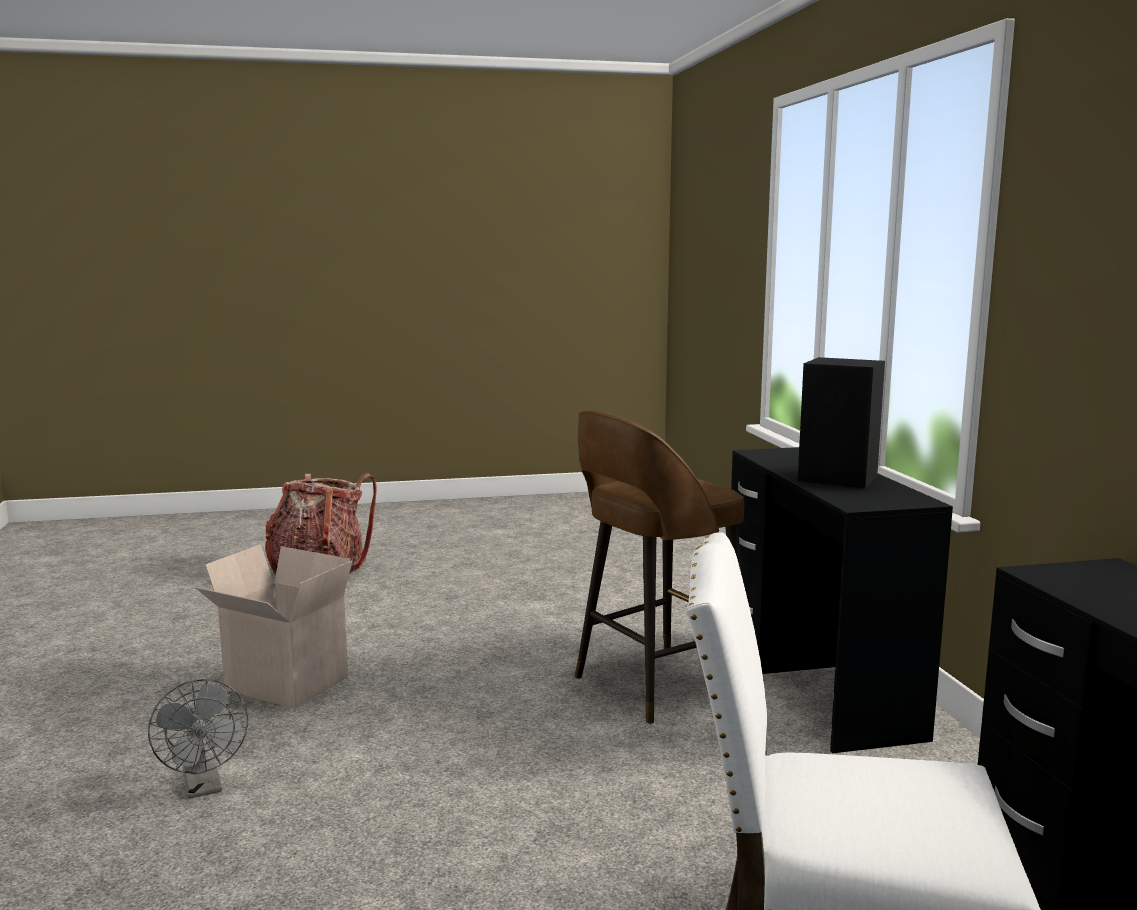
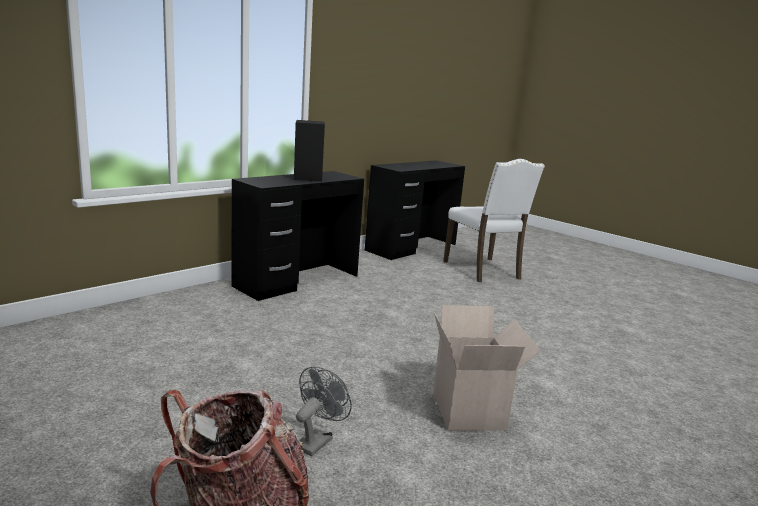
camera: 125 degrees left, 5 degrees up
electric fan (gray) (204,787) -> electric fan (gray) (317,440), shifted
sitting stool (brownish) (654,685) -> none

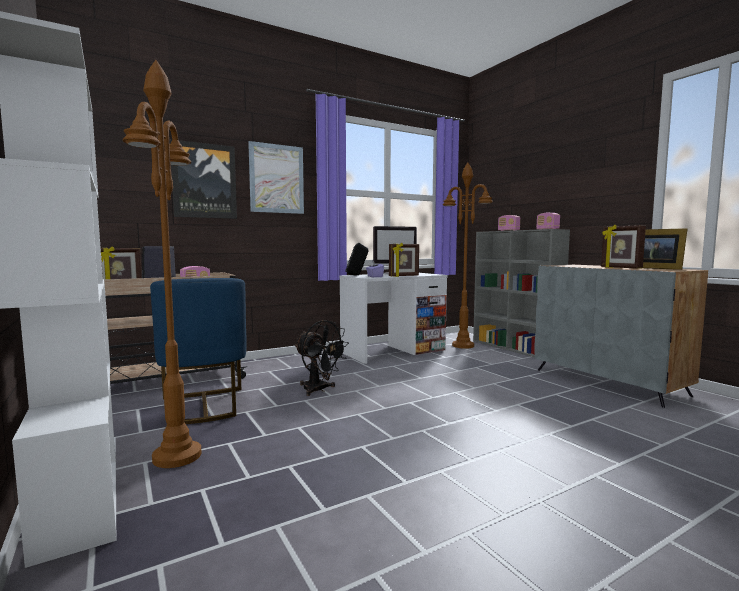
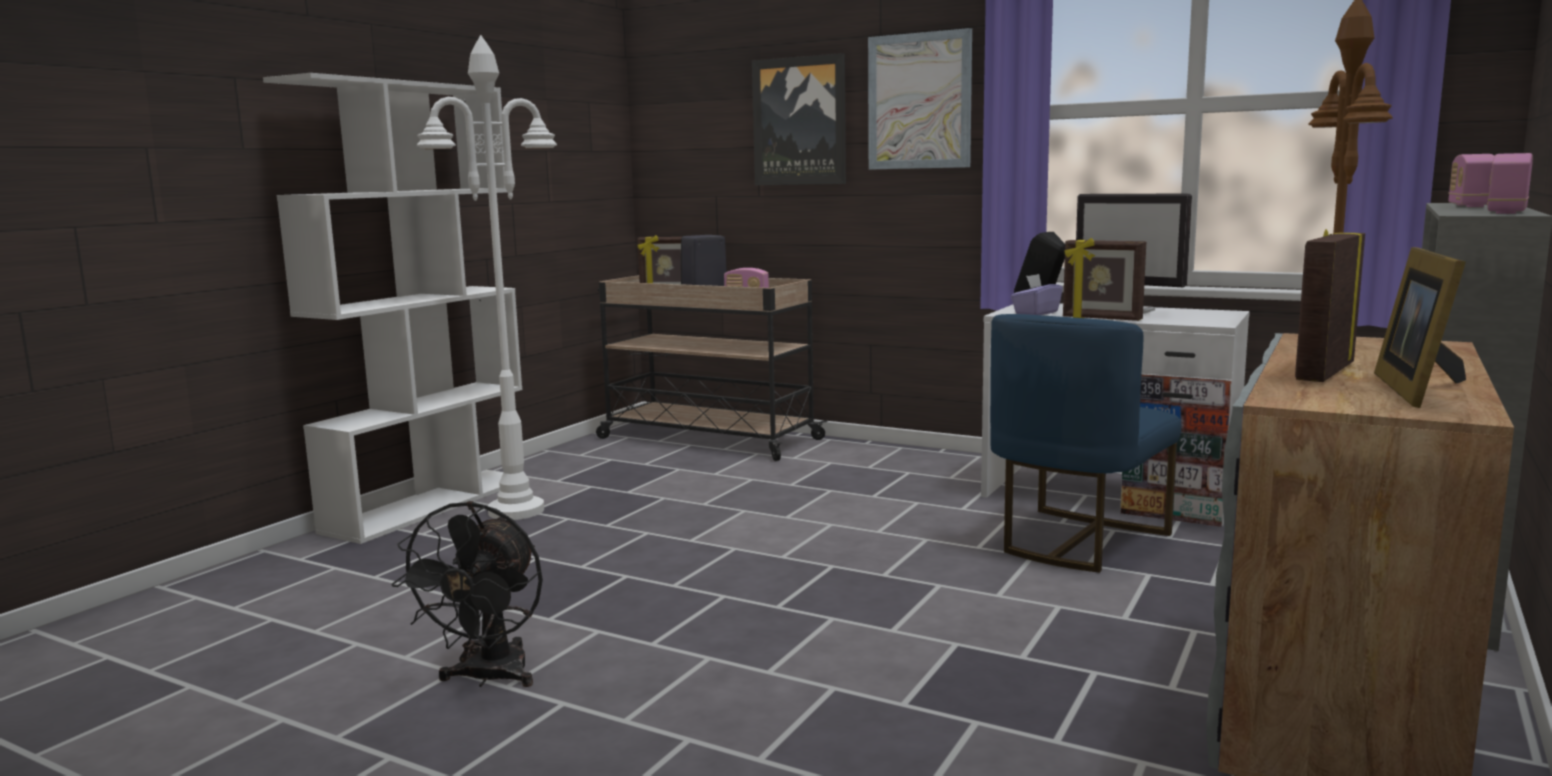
camera: 60 degrees right, 5 degrees up
electric fan (black-coloured) (319,390) -> electric fan (black-coloured) (488,678), shifted
standing lamp (brownish) (177,456) -> standing lamp (white-coloured) (517,511)
upright chair (bluish) (204,406) -> upright chair (bluish) (1077,541), shifted

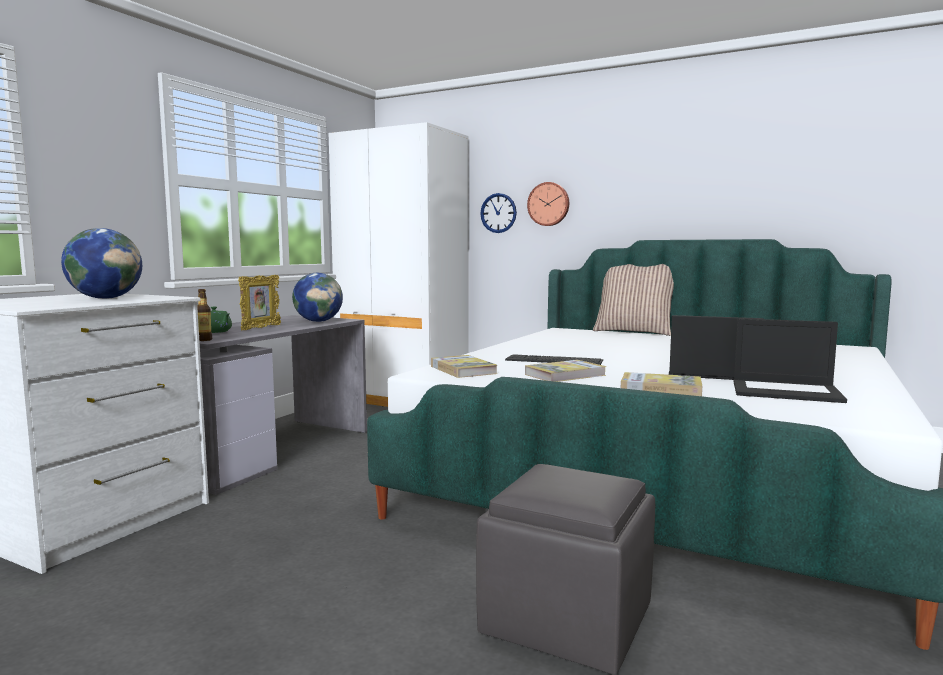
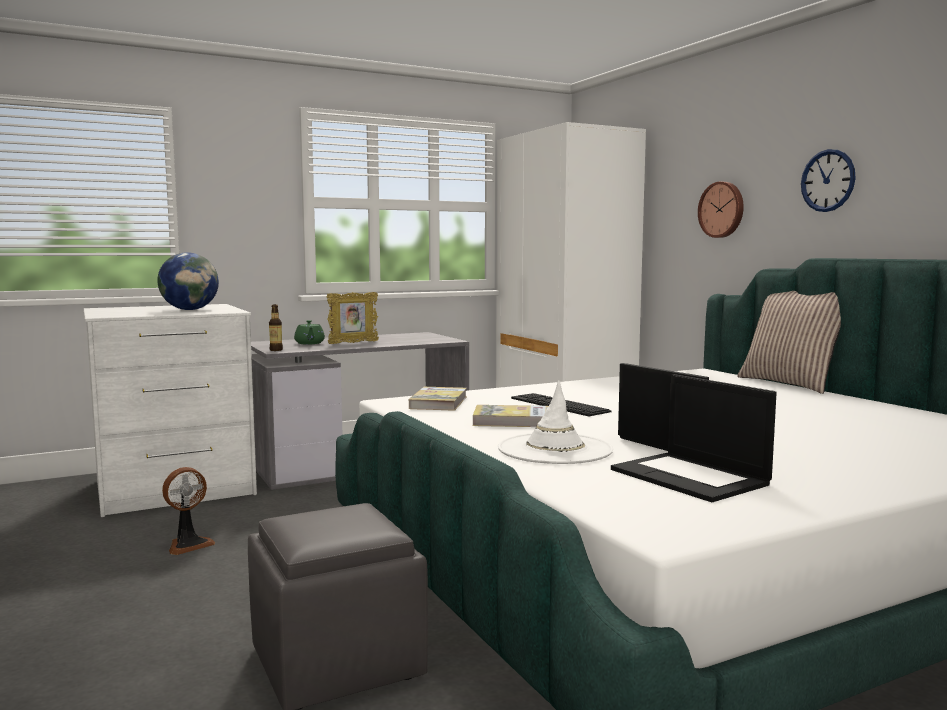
camera: 35 degrees right, 0 degrees up
none -> electric fan (188,545)
volume (661,389) -> hat (white-coloured) (554,449)
hanging clock (498,213) -> hanging clock (828,180), shifted
desk globe (318,321) -> none

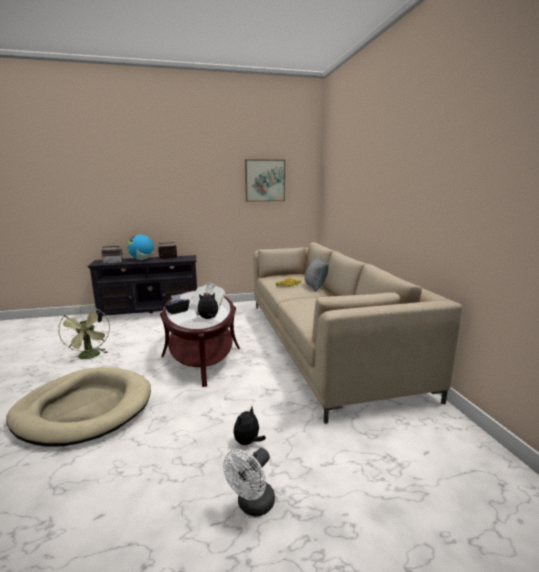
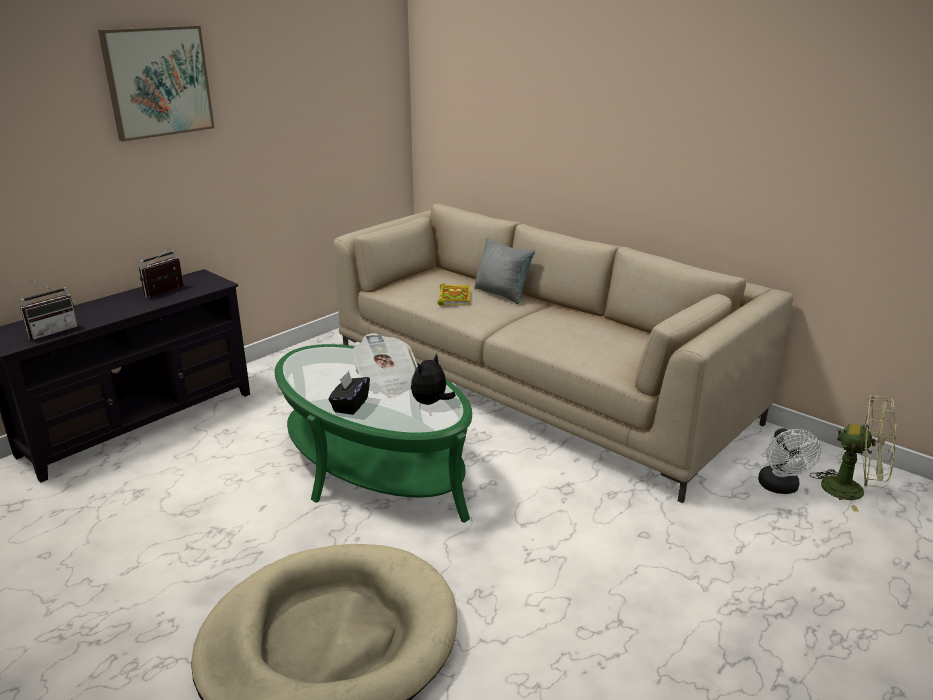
camera: 35 degrees left, 10 degrees up
wall picture (265,180) -> wall picture (158,82), shifted
low table (brownish) (201,352) -> low table (greenish) (373,467)
electric fan (white-coloured) (252,506) -> electric fan (white-coloured) (780,488), shifted
electric fan (greenish) (90,357) -> electric fan (greenish) (852,491), shifted
desk globe (142,259) -> none
plush toy (248,442) -> none

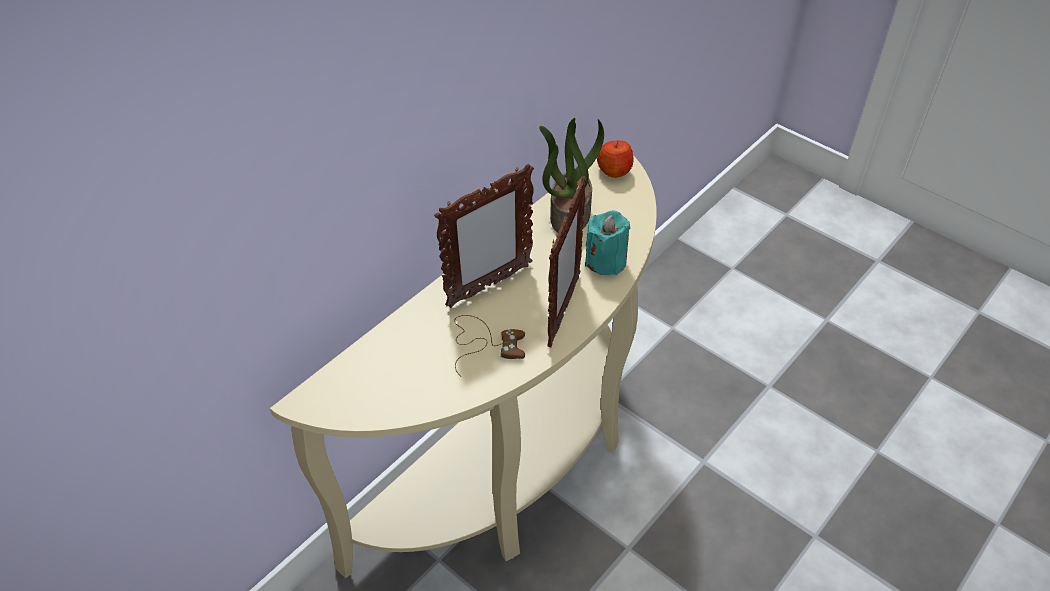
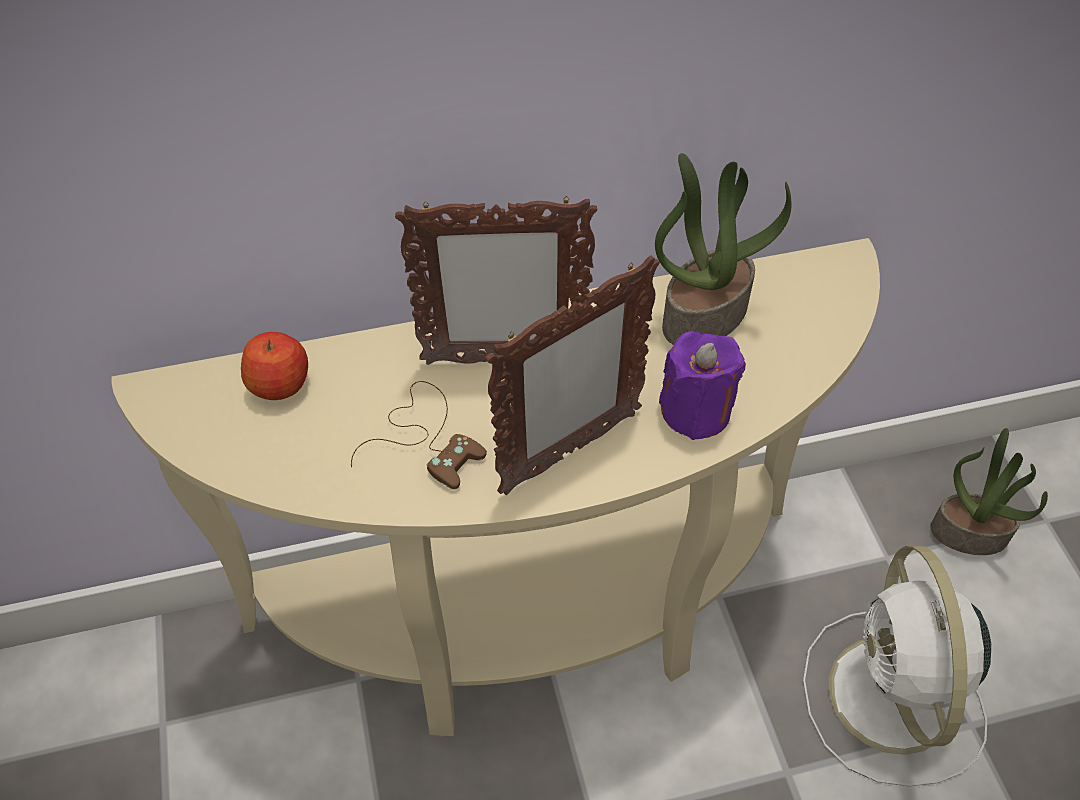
camera: 35 degrees right, 5 degrees up
whole apple (614,170) -> whole apple (280,383), shifted
wax light (turquoise) (605,261) -> wax light (purple-coloured) (696,411)
none -> electric fan (white-coloured) (891,700)
none -> plant in a pot (969,533)

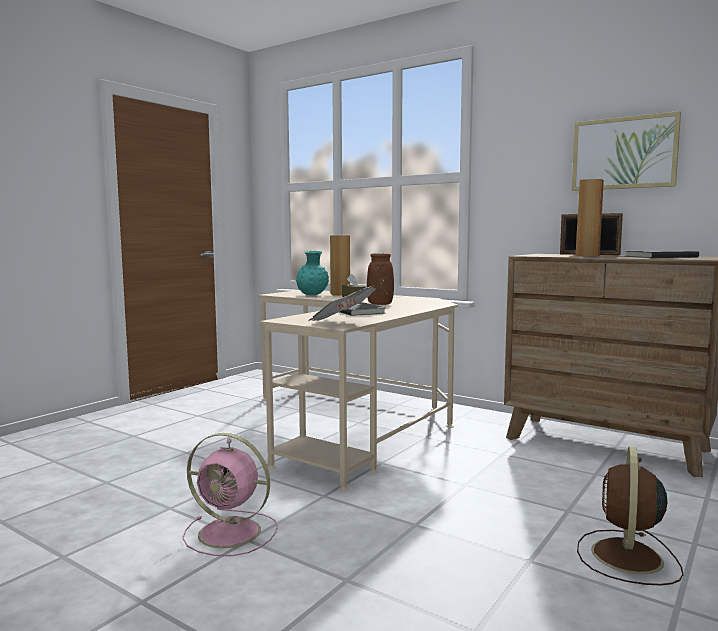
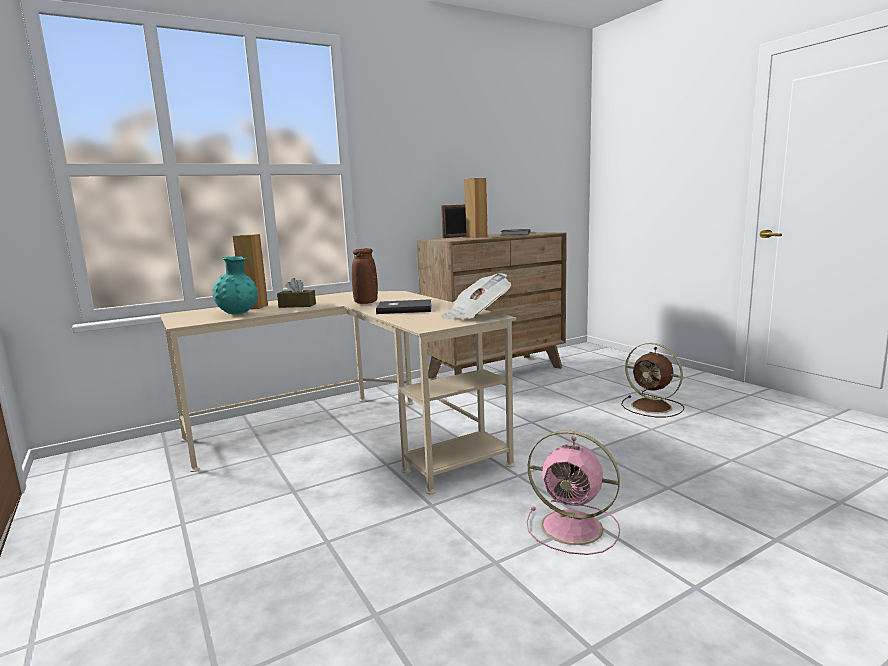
camera: 65 degrees left, 5 degrees up
electric fan (pinkish) (232,533) -> electric fan (pinkish) (574,528), 75 degrees clockwise
wall picture (624,153) -> none

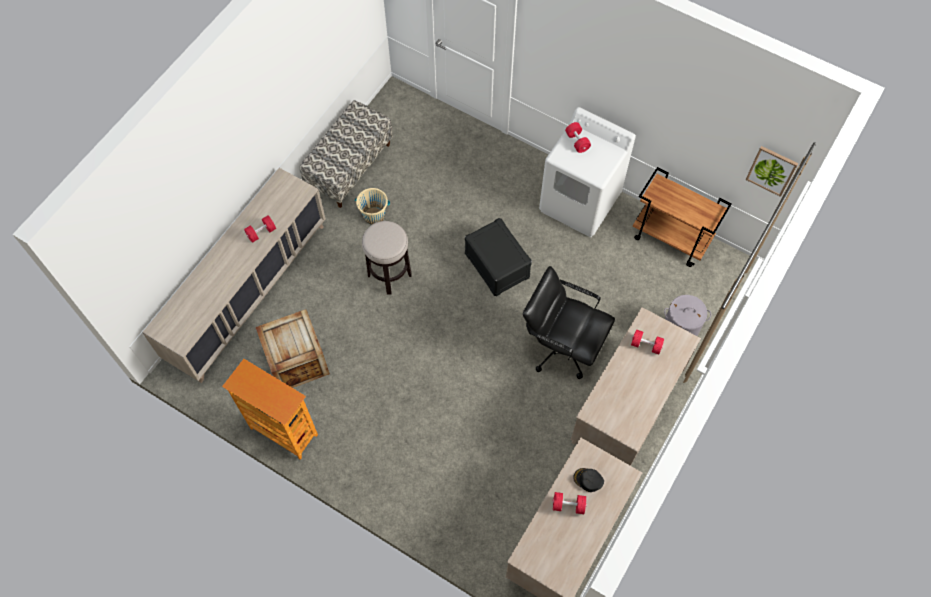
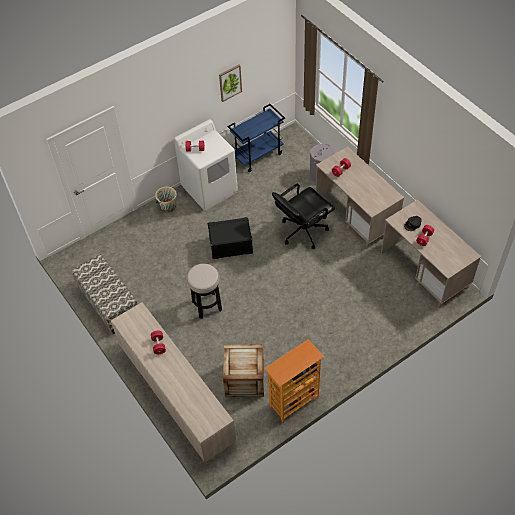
camera: 65 degrees left, 10 degrees down
water bucket (beige) (374,215) -> water bucket (beige) (168,207), shifted
wall picture (771,170) -> wall picture (230,82), shifted
cart (brownish) (671,238) -> cart (bluish) (258,155)

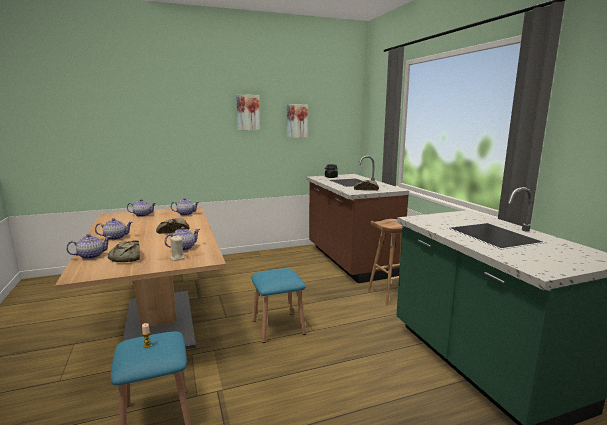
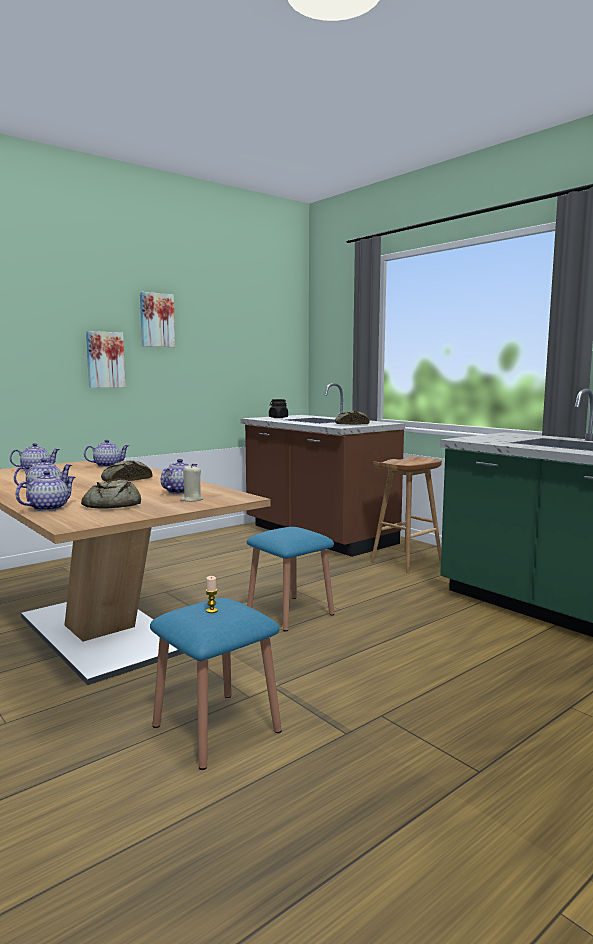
camera: 20 degrees left, 5 degrees down
wall picture (296,120) -> wall picture (105,359), shifted

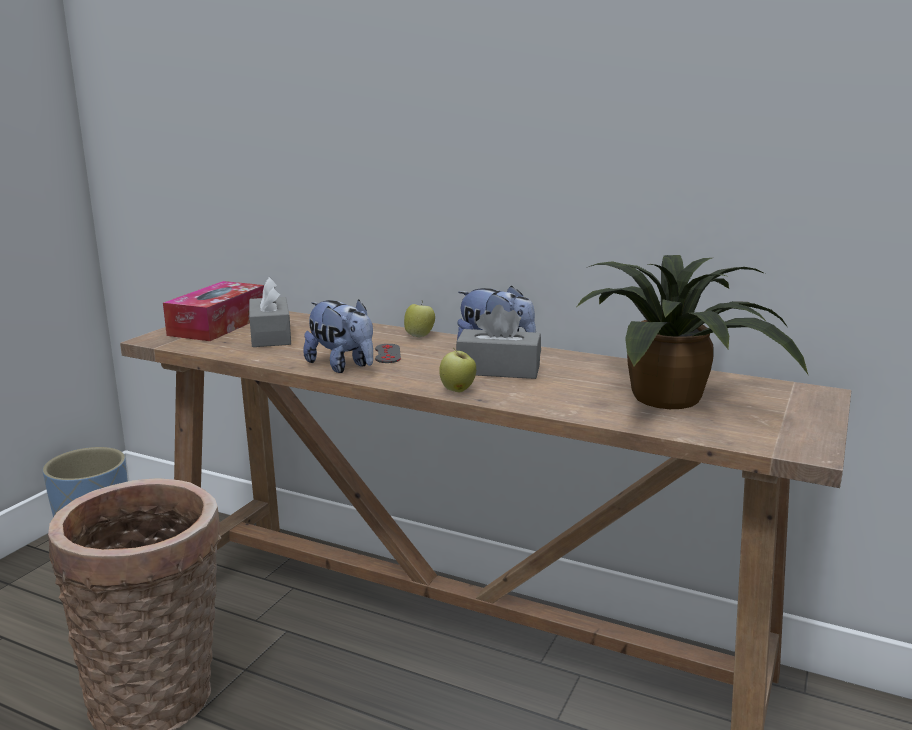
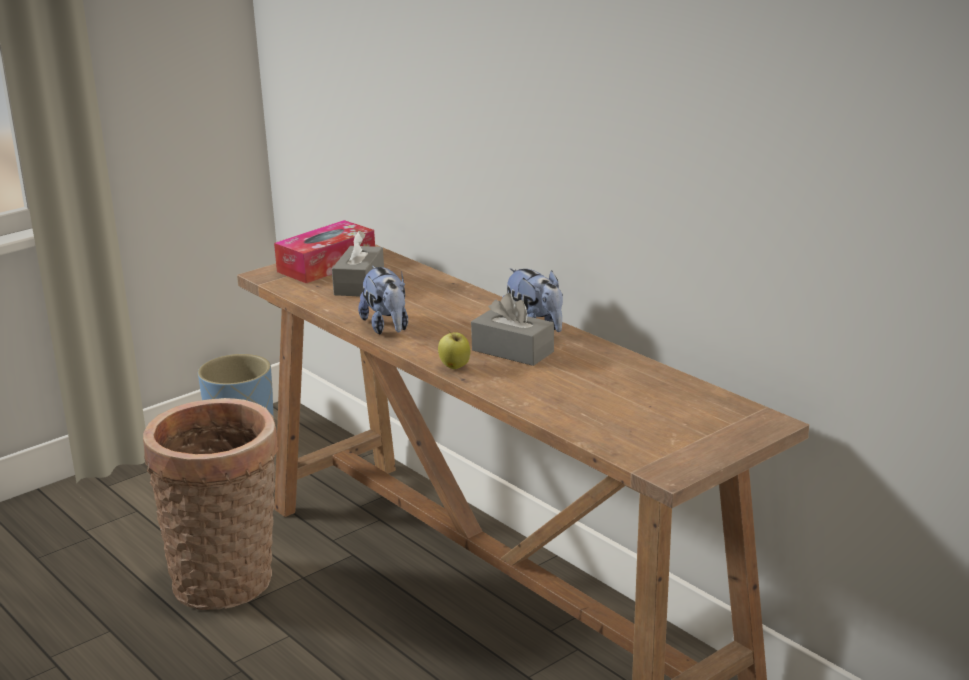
camera: 25 degrees right, 5 degrees up
game controller (gray) (387,354) -> none
whole apple (420,336) -> none
plant in a pot (673,399) -> none

